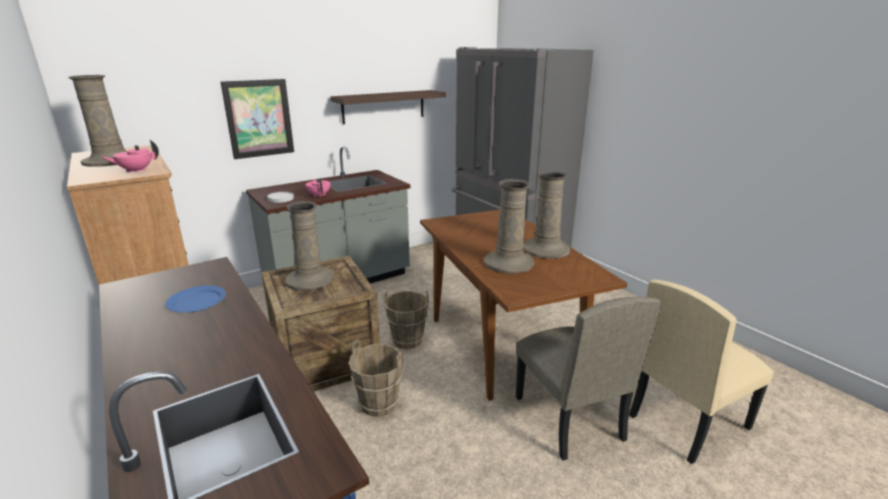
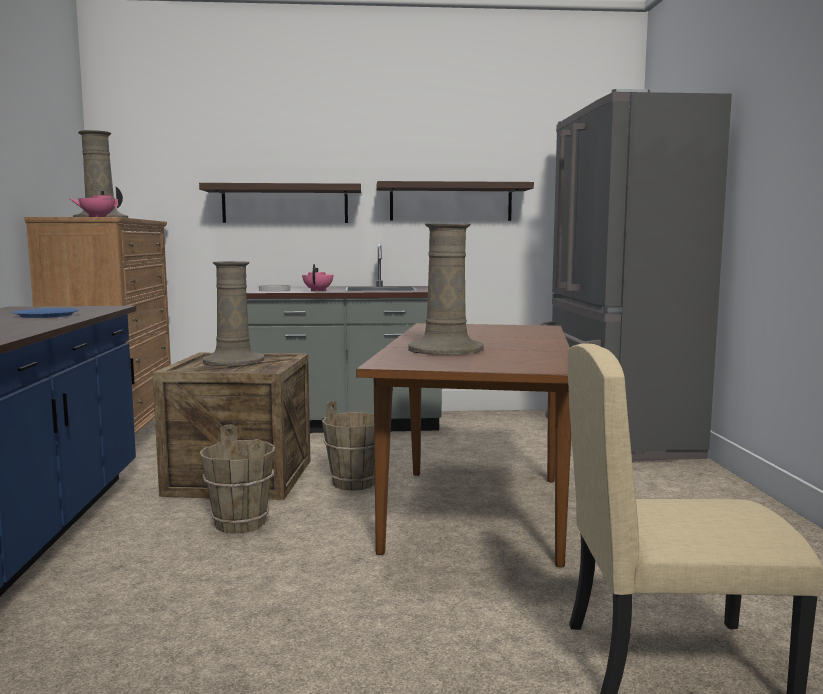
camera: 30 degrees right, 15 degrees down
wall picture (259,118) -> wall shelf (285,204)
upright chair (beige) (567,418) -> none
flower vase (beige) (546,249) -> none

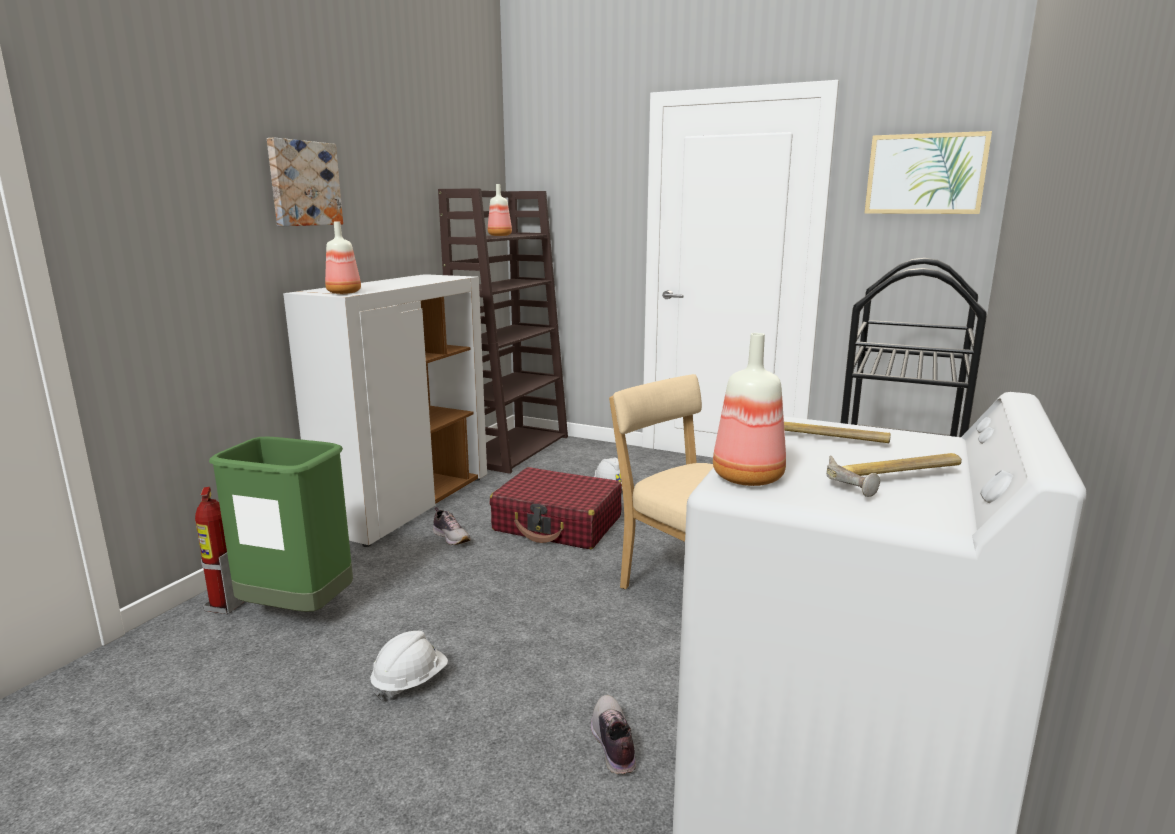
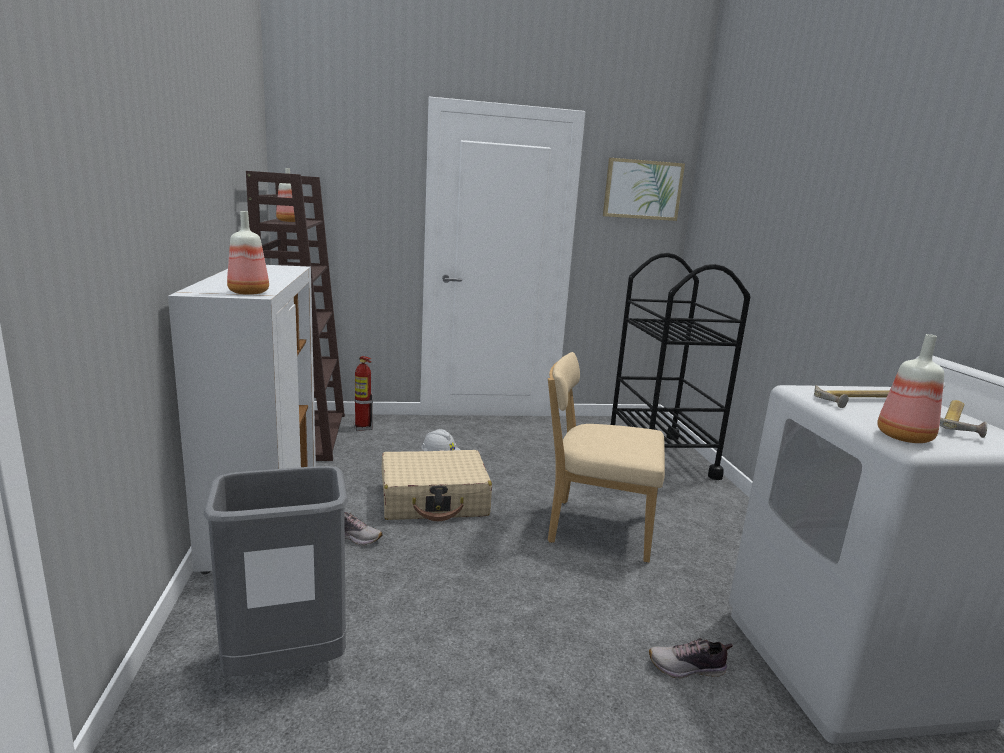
camera: 35 degrees left, 0 degrees up
trash can (greenish) (297,611) -> trash can (gray) (286,665)
extinguisher (224,606) -> extinguisher (363,427), shifted
travel case (red) (558,524) -> travel case (beige) (434,500)
item of footwear (612,743) -> item of footwear (687,668), 45 degrees counterclockwise
wall picture (303,183) -> none
work helmet (white-coloured) (410,682) -> none

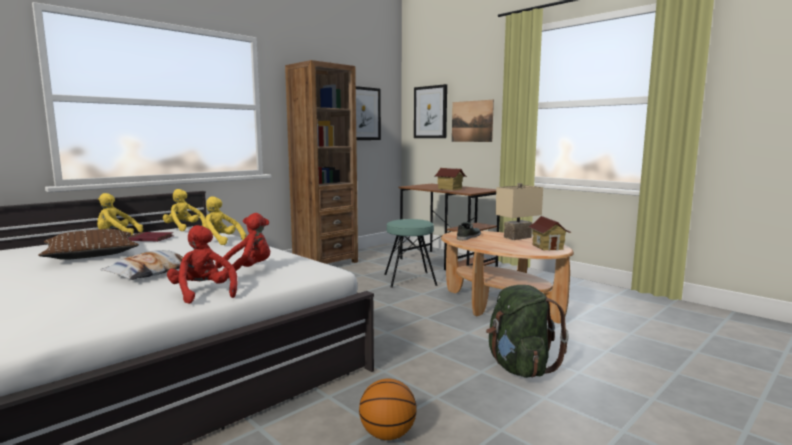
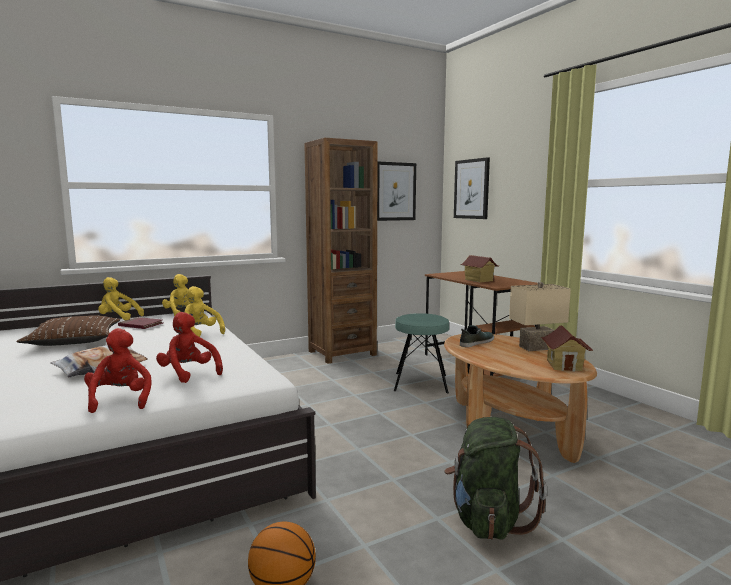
camera: 15 degrees right, 0 degrees up
plush toy (red) (248,270) -> plush toy (red) (189,373), 120 degrees counterclockwise
wall picture (472,121) -> none

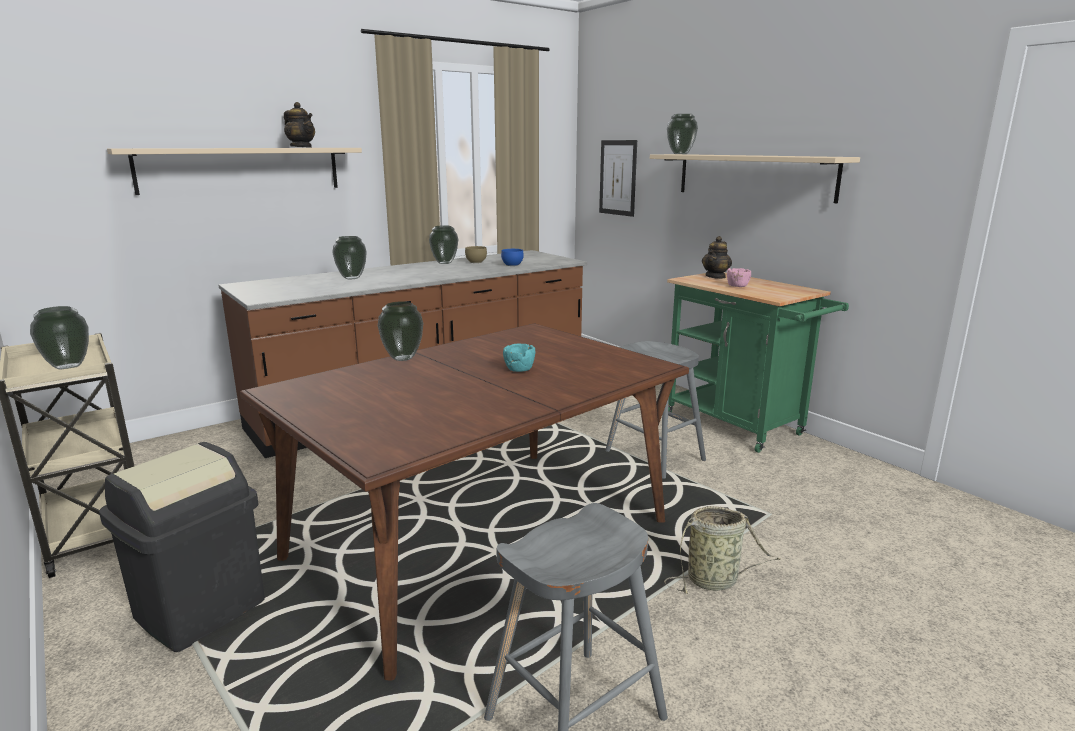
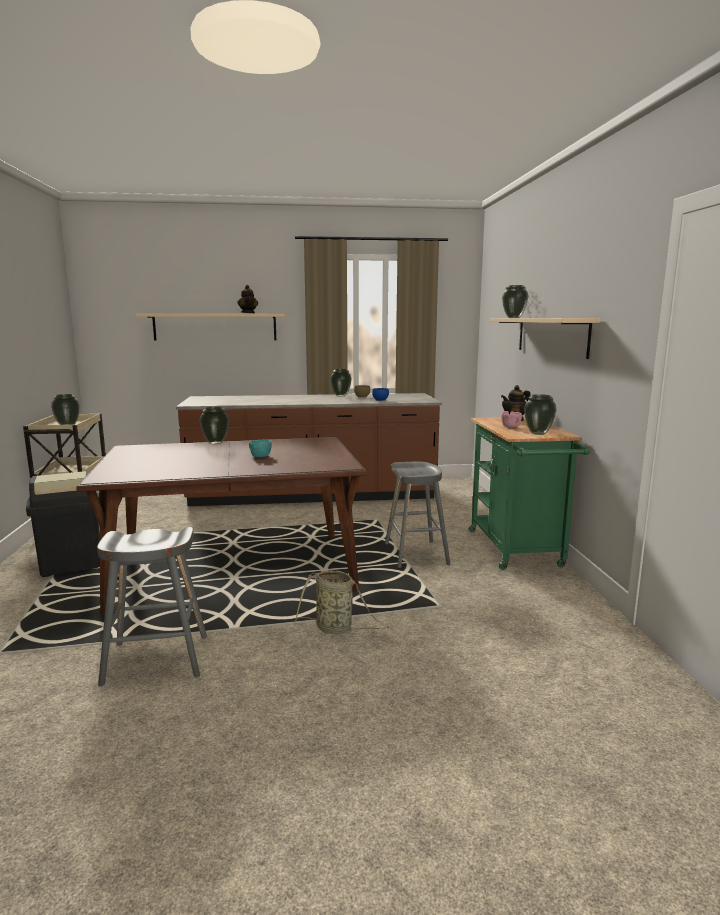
camera: 30 degrees right, 5 degrees down
flower vase (351,278) -> flower vase (538,433), shifted
wall picture (618,177) -> none

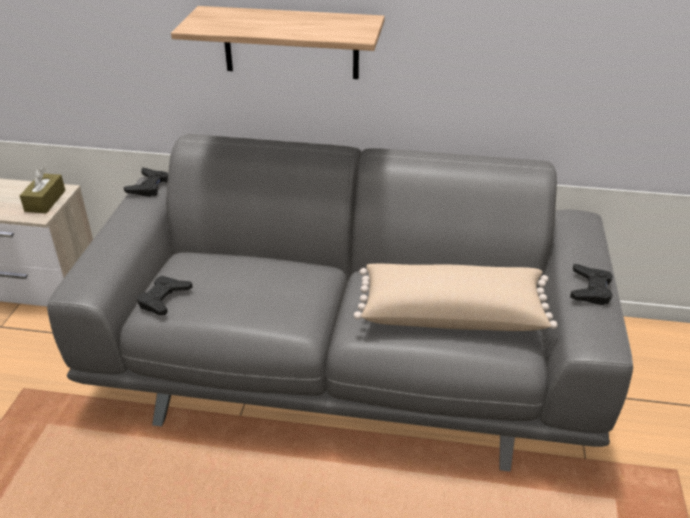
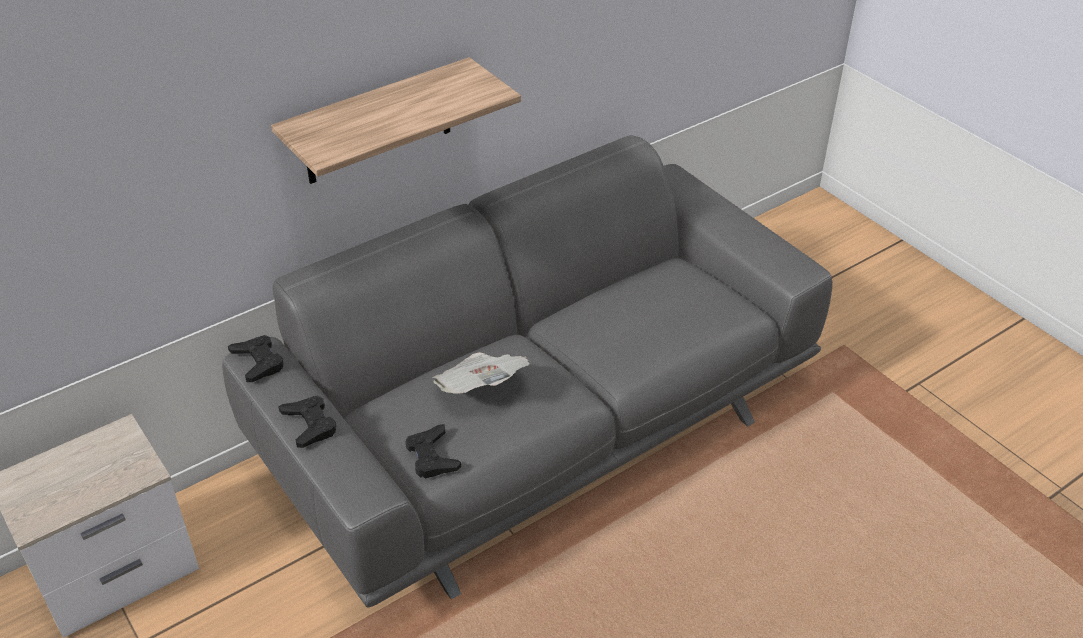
camera: 45 degrees left, 5 degrees up
game controller (black-coloured) (590,289) -> game controller (black-coloured) (310,425), shifted
none -> printed paper (480,389)
box of tissues (brownish) (45,201) -> none
cushion (beige) (451,313) -> none

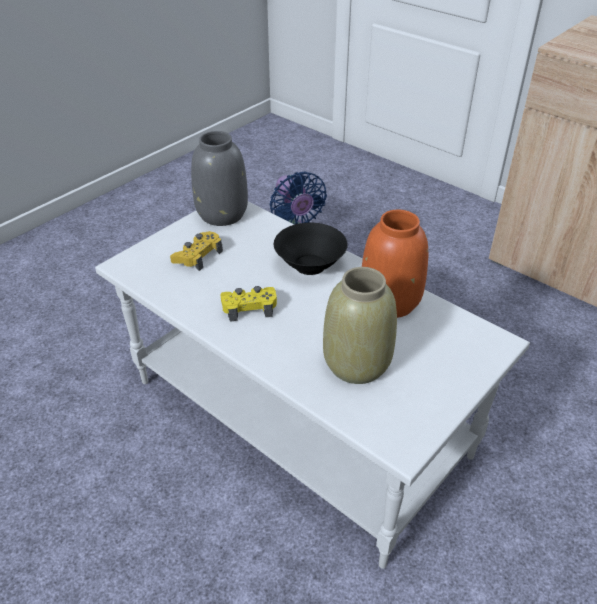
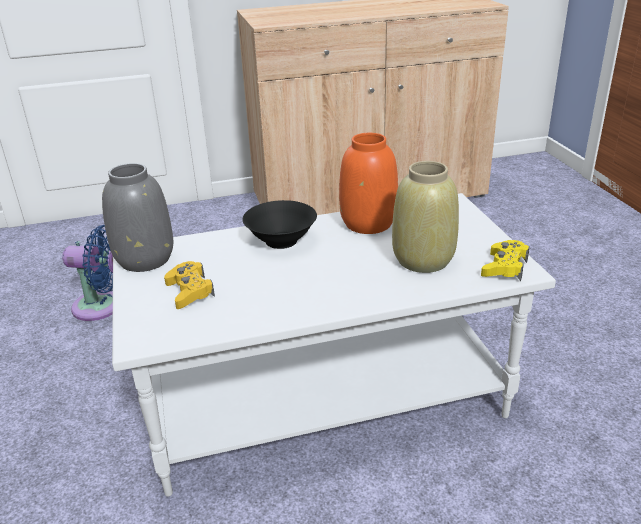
camera: 55 degrees left, 10 degrees down
game controller (yellow) (249,307) -> game controller (yellow) (504,267), shifted

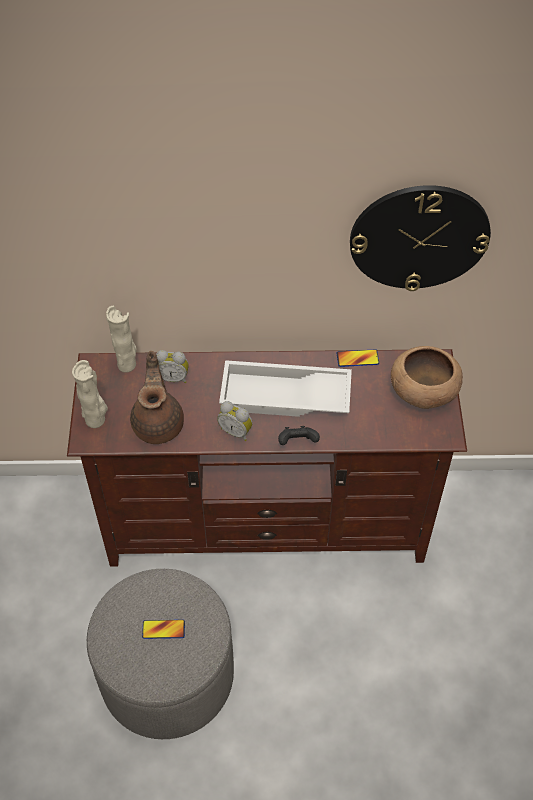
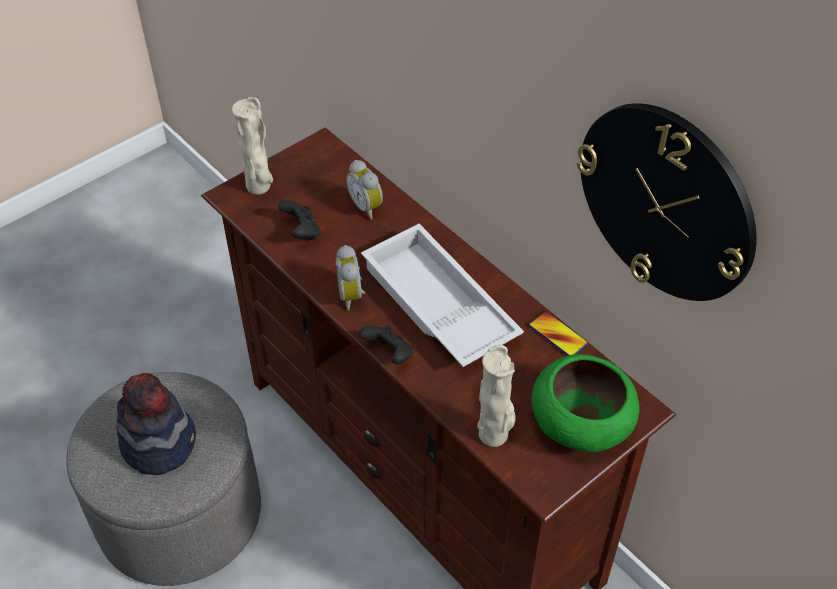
camera: 50 degrees right, 5 degrees down
phone (163,629) -> hat (159,442)
teapot (brownish) (159,423) -> game controller (black-coloured) (301,232)
flower vase (beige) (127,364) -> flower vase (beige) (495,435), shifted
bowl (brownish) (423,391) -> bowl (greenish) (581,423)

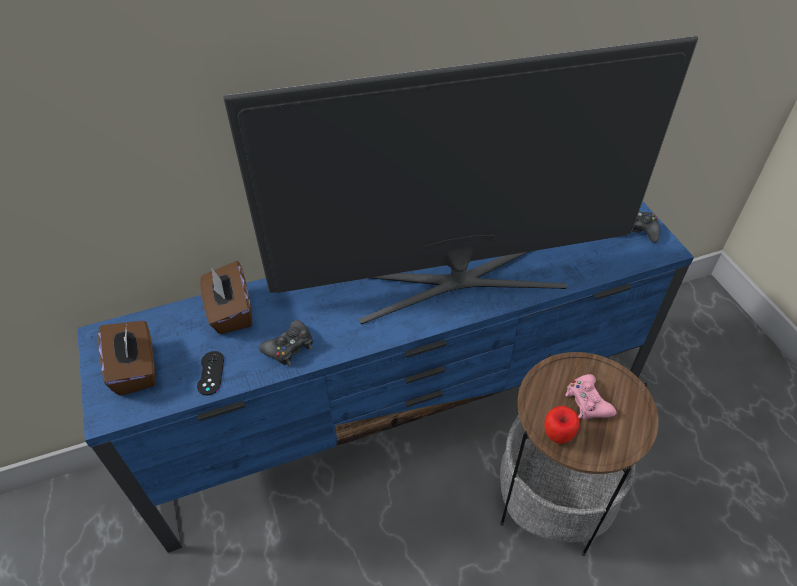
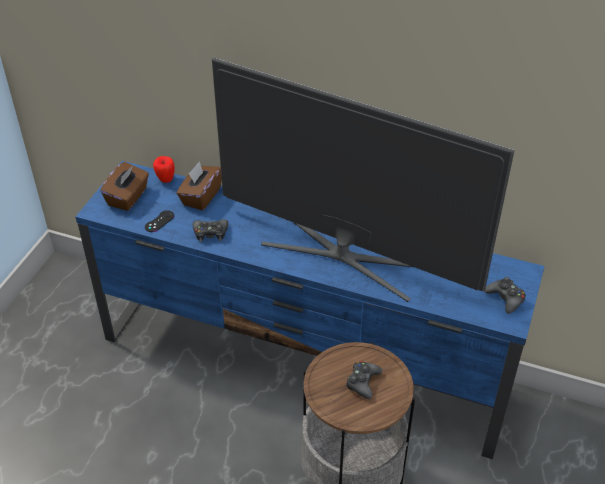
camera: 40 degrees right, 5 degrees down
whole apple (557,437) -> whole apple (165,180), shifted
game controller (pinkish) (587,402) -> game controller (black-coloured) (363,382)

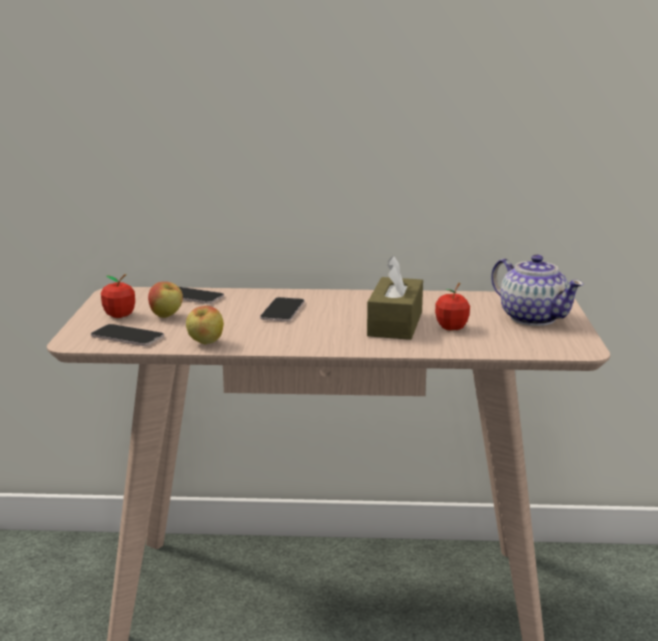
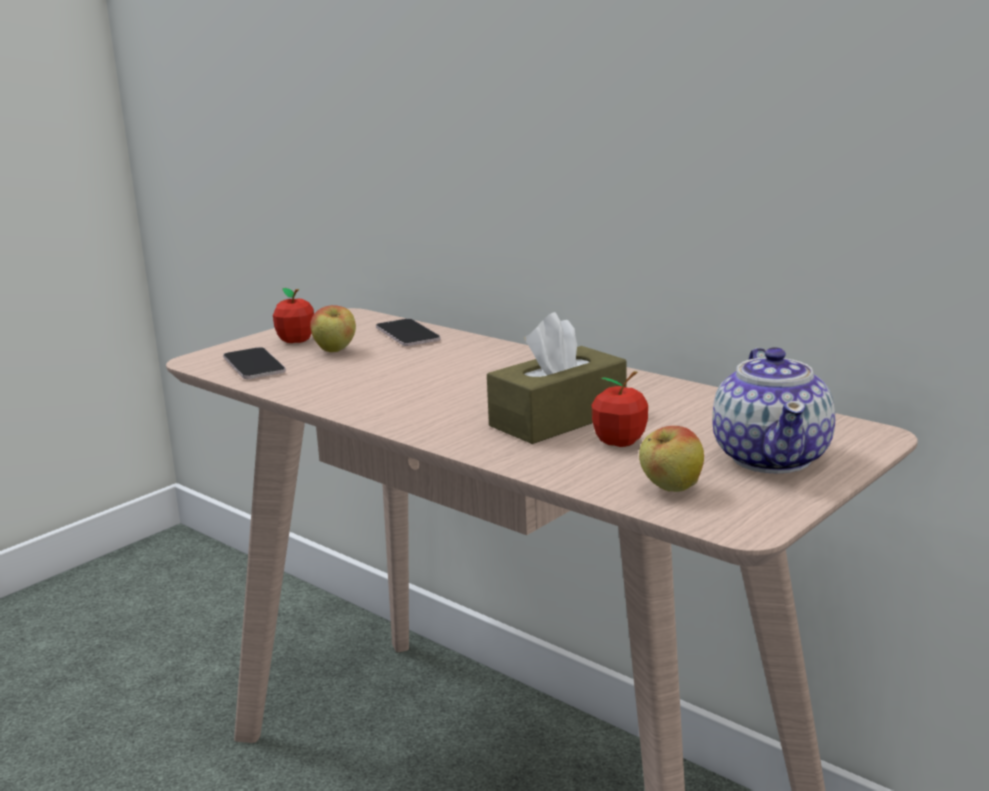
camera: 40 degrees right, 0 degrees up
whole apple (205,343) -> whole apple (670,490), shifted
phone (282,310) -> none

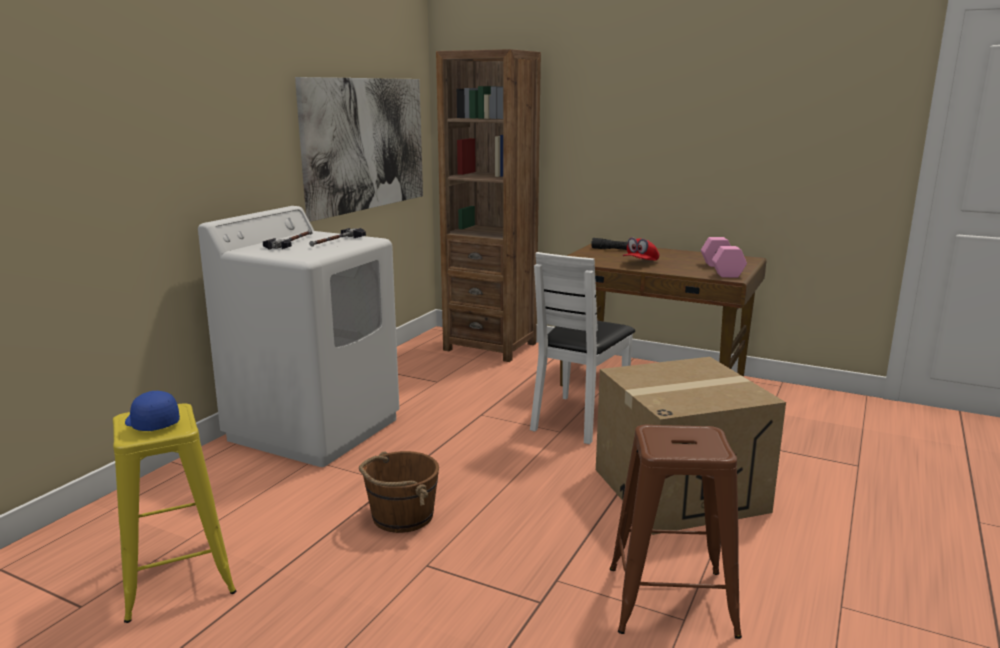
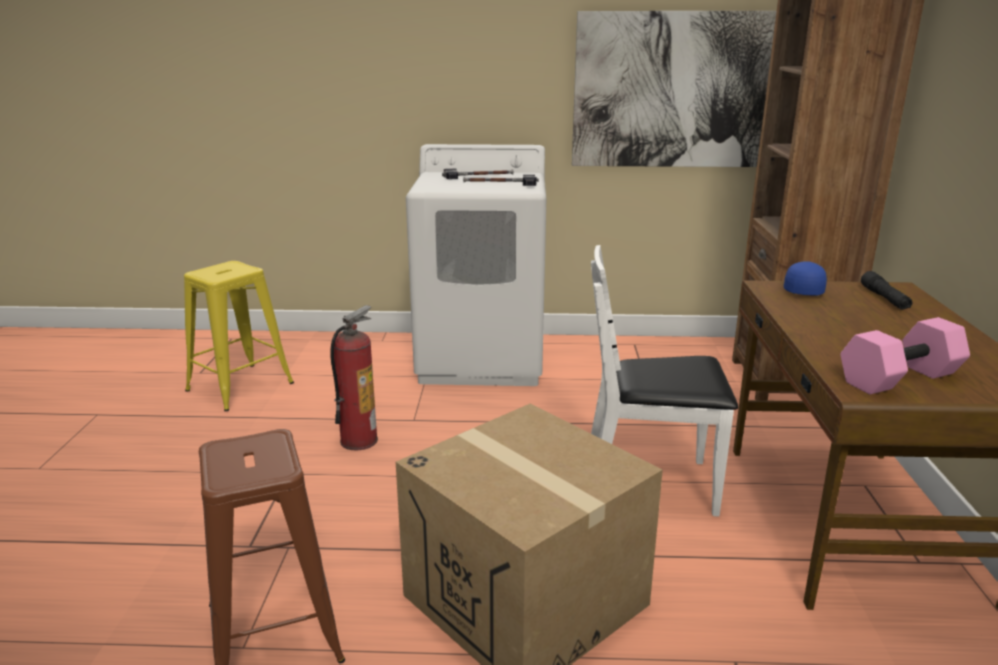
camera: 65 degrees right, 5 degrees up
water bucket (brownish) (401,516) -> extinguisher (359,440)
peaked cap (bluish) (151,423) -> peaked cap (bluish) (801,290), shifted
peaked cap (red) (640,263) -> none

